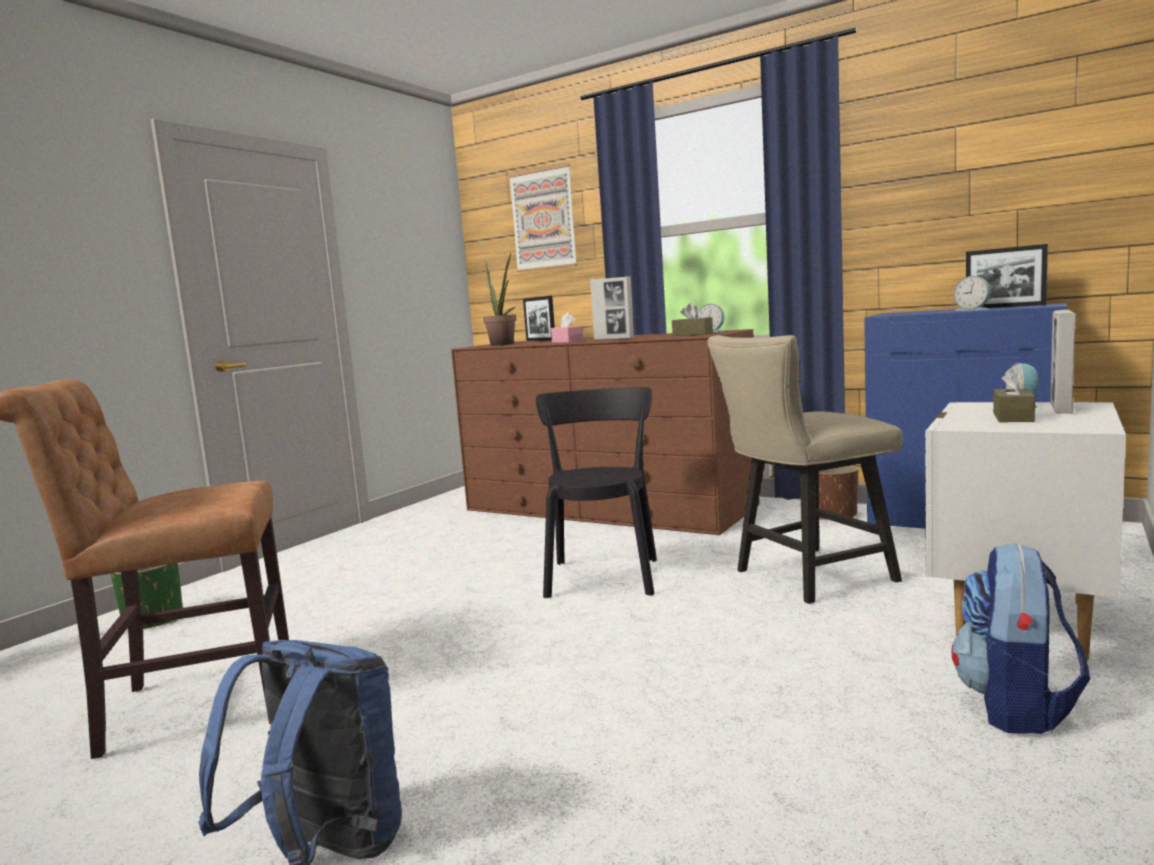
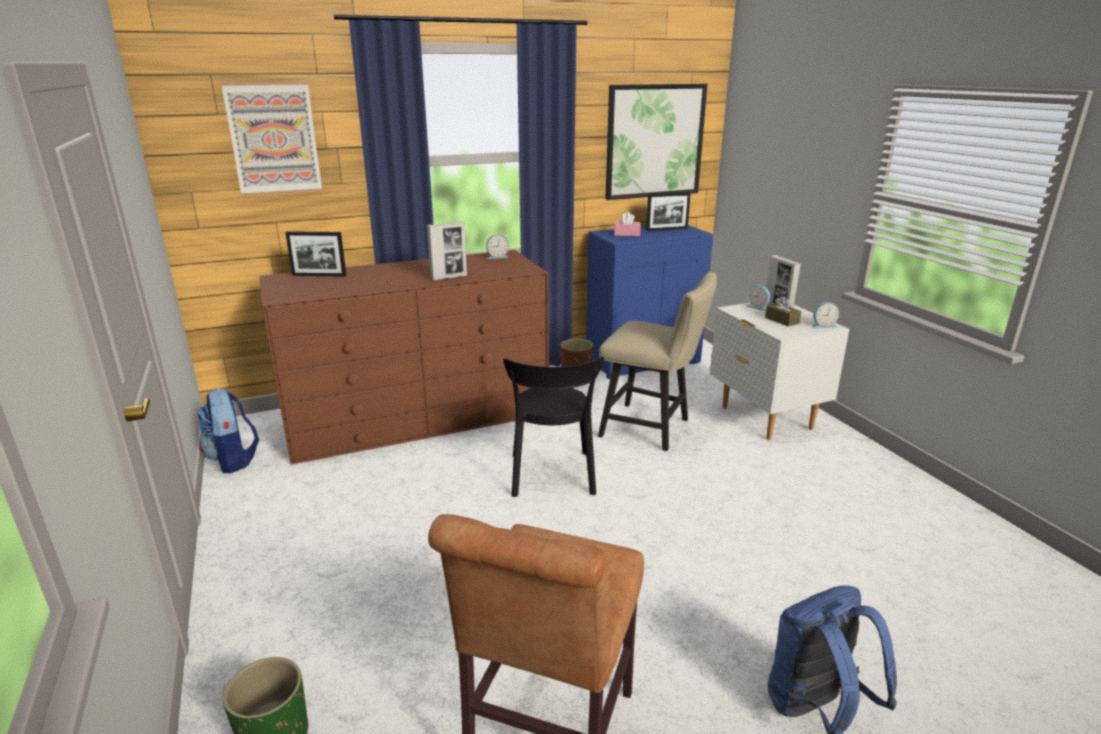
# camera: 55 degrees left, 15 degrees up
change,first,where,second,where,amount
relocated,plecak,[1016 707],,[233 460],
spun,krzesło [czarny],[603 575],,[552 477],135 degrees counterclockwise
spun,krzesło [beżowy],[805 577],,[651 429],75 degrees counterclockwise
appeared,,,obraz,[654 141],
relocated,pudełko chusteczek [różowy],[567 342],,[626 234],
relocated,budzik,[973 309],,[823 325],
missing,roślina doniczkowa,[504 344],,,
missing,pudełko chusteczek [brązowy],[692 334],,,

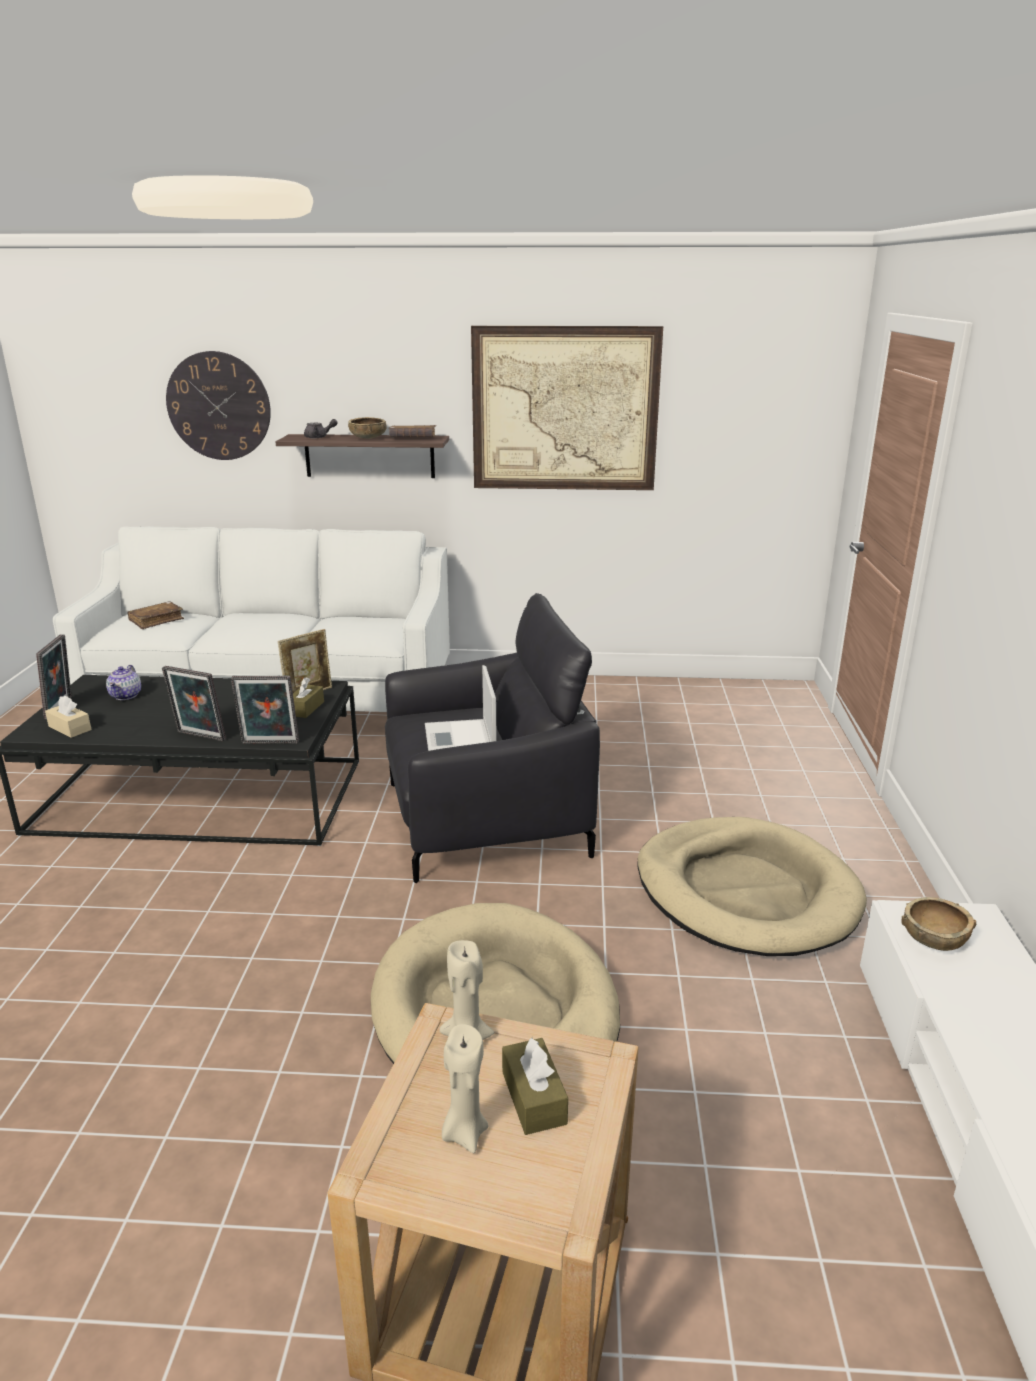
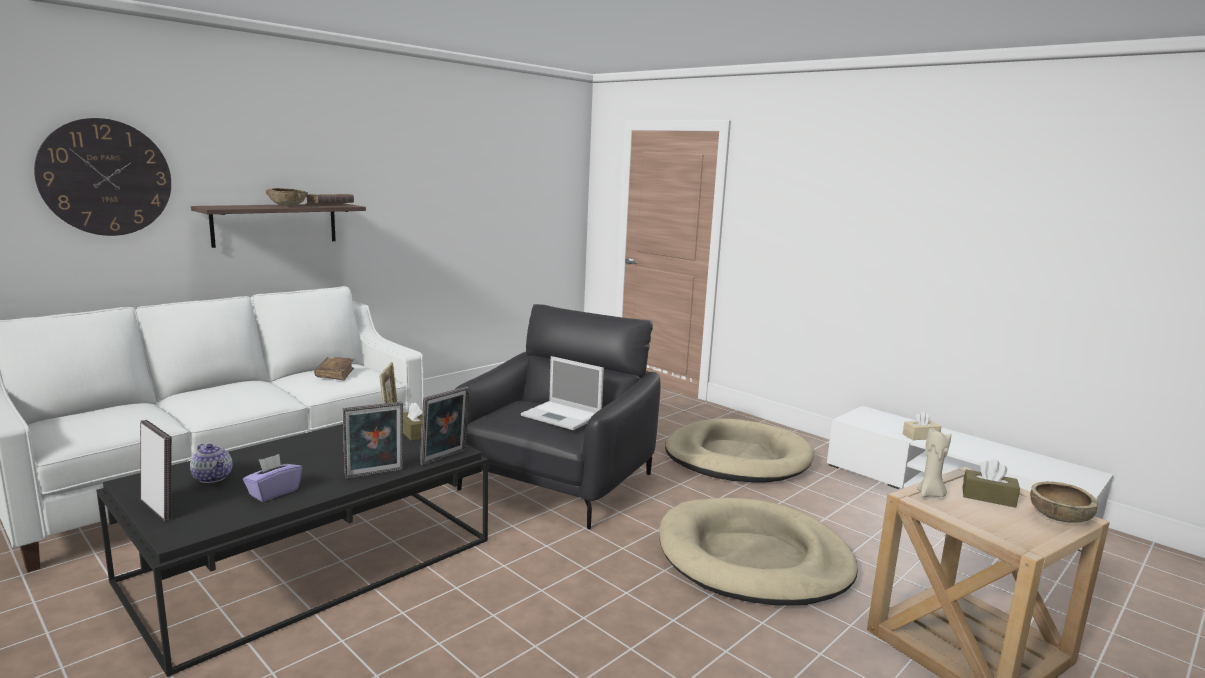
# camera: 50 degrees left, 10 degrees down
change,first,where,second,where,amount
appeared,,,pudełko chusteczek [fioletowy],[273 492],
relocated,książka [brązowy],[156 620],,[335 374],
relocated,pudełko chusteczek [beżowy],[70 728],,[920 436],
relocated,miska [brązowy],[934 939],,[1059 517],
missing,imbryk [szary],[319 437],,,
missing,świeca [beżowy],[464 1132],,,
missing,obraz,[565 409],,,

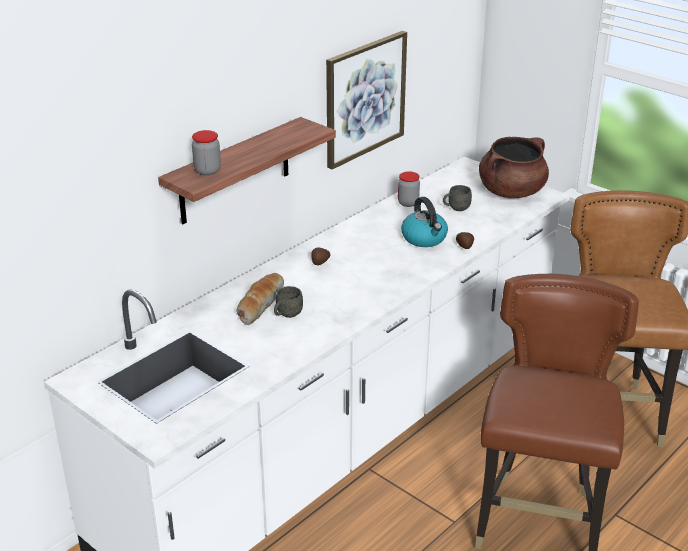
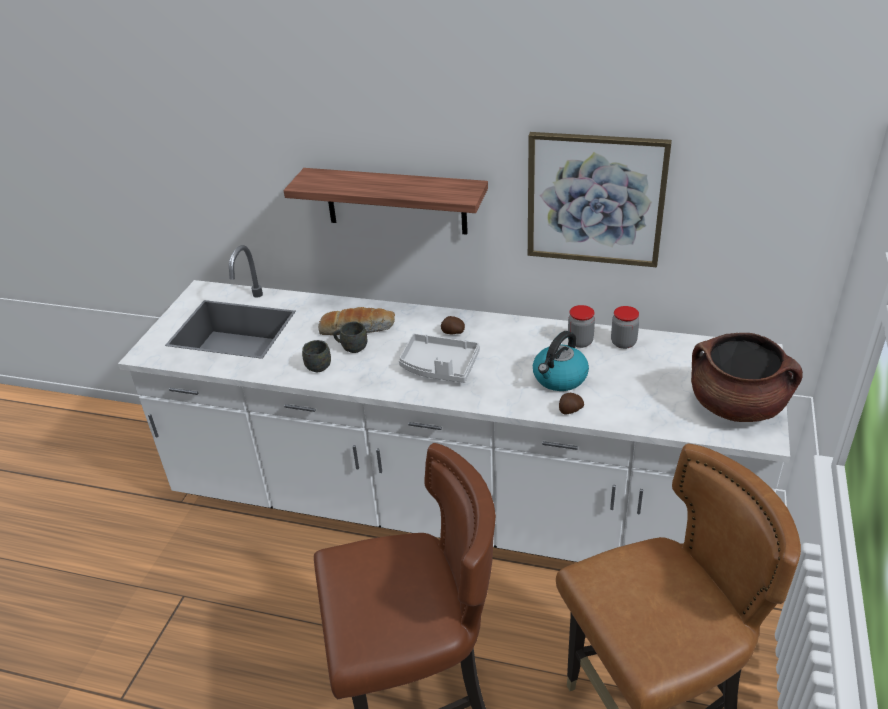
# camera: 65 degrees right, 5 degrees up
change,first,where,second,where,amount
relocated,kubek [szary],[456 208],,[316 365],
appeared,,,taca [szary],[439 367],
relocated,słoik,[207 170],,[580 342],

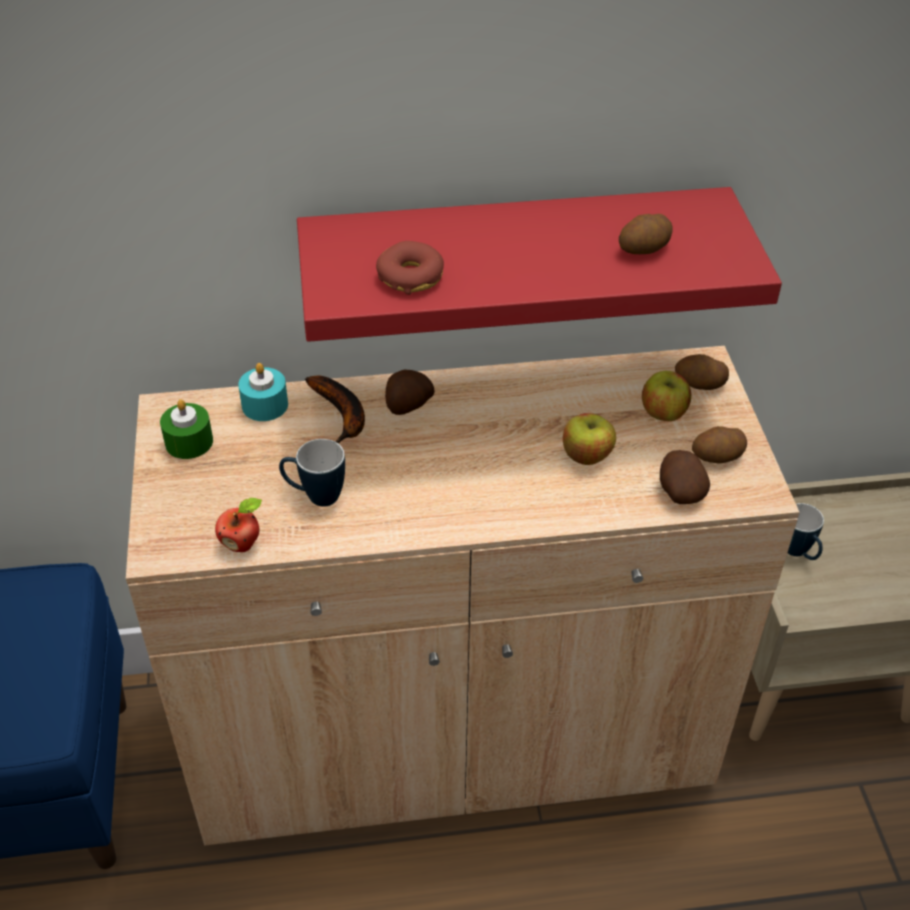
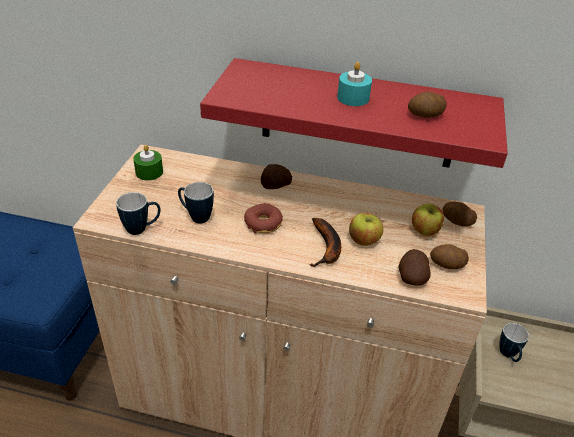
# camera: 20 degrees right, 5 degrees down
change,first,where,second,where,amount
exchanged,jabłko,[242 544],kubek,[142 229],
relocated,donut,[410 276],,[263 223],
relocated,banan,[341 416],,[327 248],
relocated,świeca [turkusowy],[265 405],,[353 98],

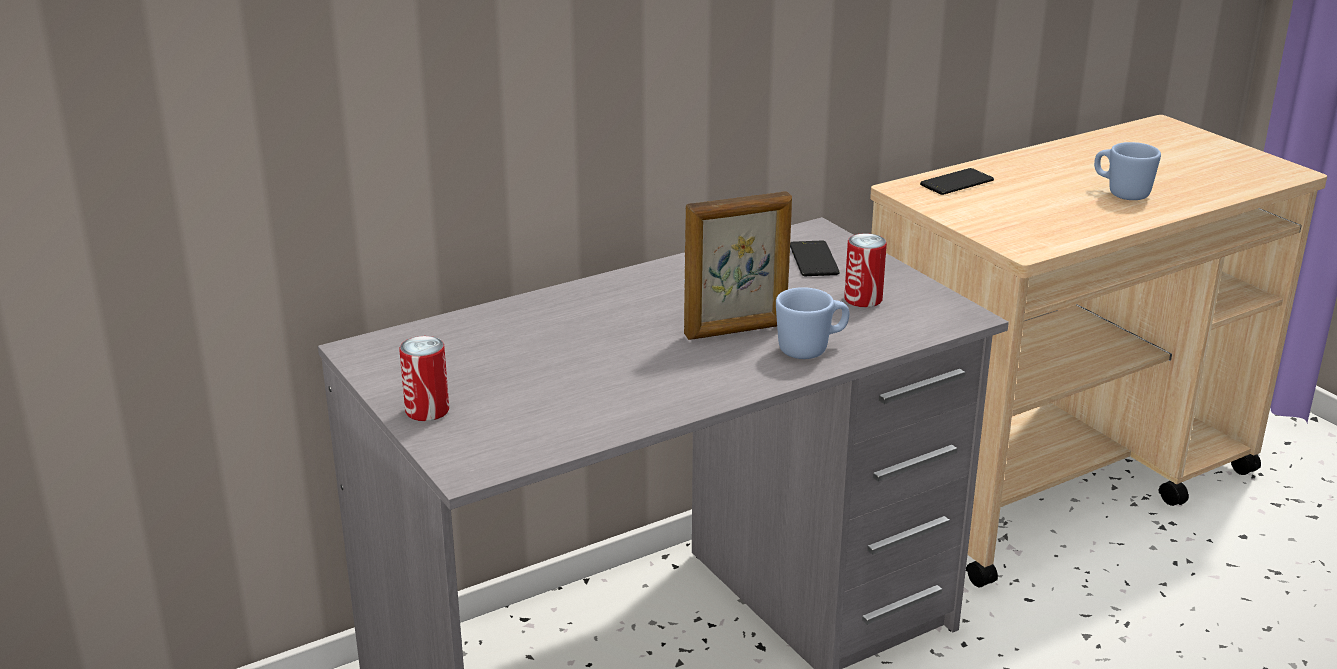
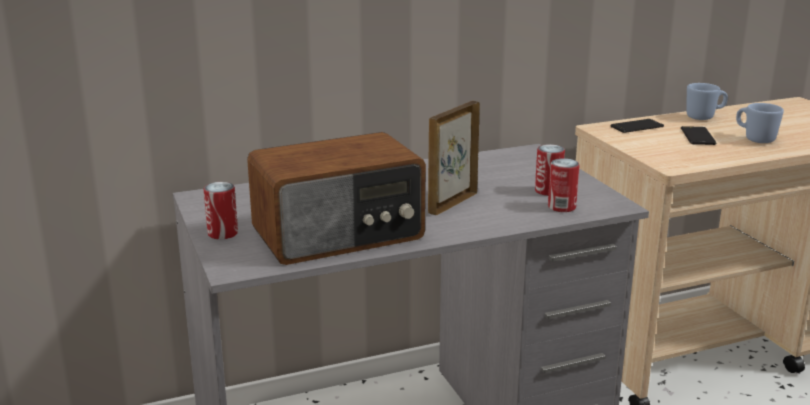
# camera: 10 degrees right, 5 degrees down
change,first,where,second,where,amount
appeared,,,radio,[339 235],
spun,ramka na zdjęcie,[736 330],,[452 203],135 degrees clockwise
appeared,,,puszka,[561 207],
relocated,telefon,[813 259],,[698 136],
relocated,kubek [niebieski],[811 349],,[704 117],

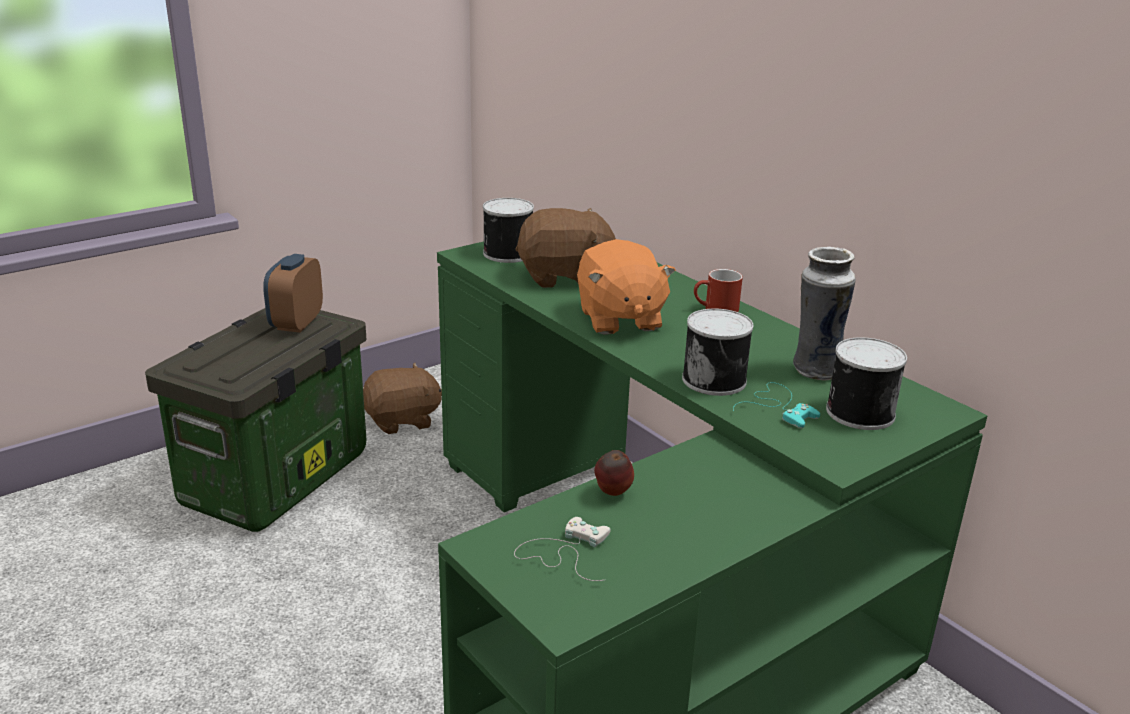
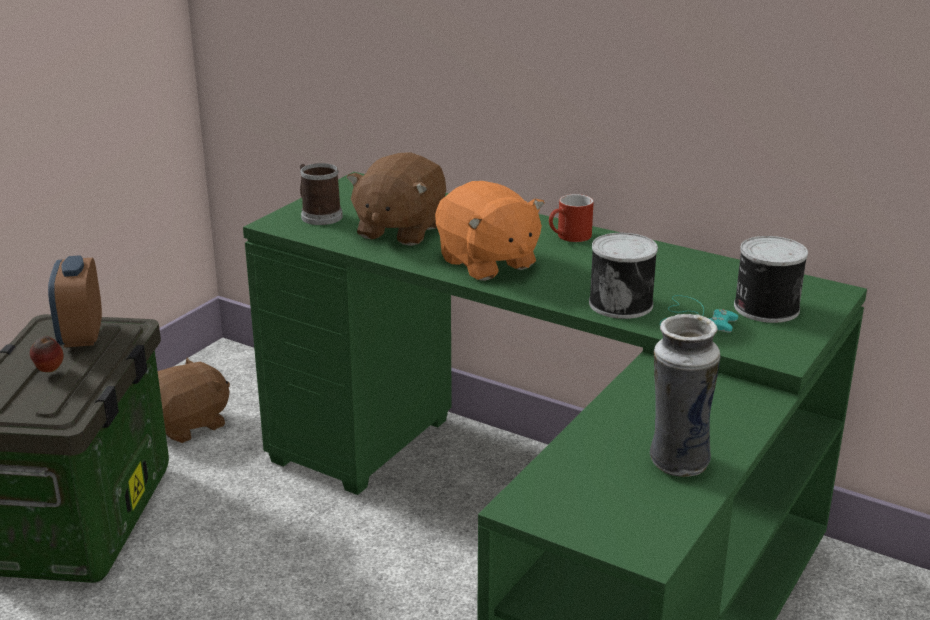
# camera: 20 degrees left, 0 degrees up
change,first,where,second,where,amount
relocated,jabłko,[612 494],,[49 371],
exchanged,puszka,[506 253],kubek,[318 215],
spun,pluszak [brązowy],[565 277],,[399 230],135 degrees clockwise
relocated,wazon,[814 371],,[677 463],
missing,pad do gier [biały],[564 552],,,

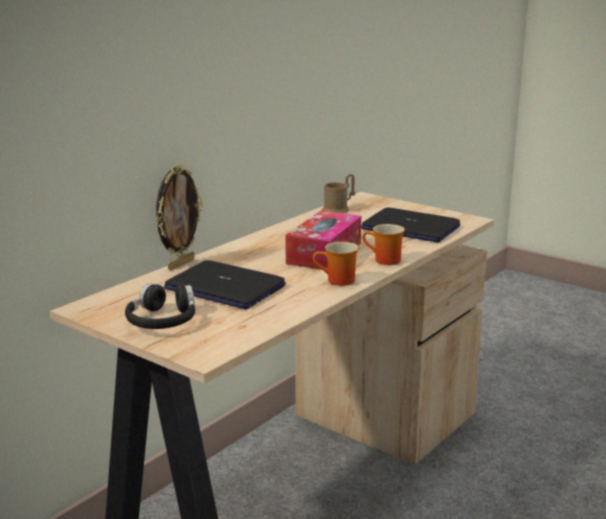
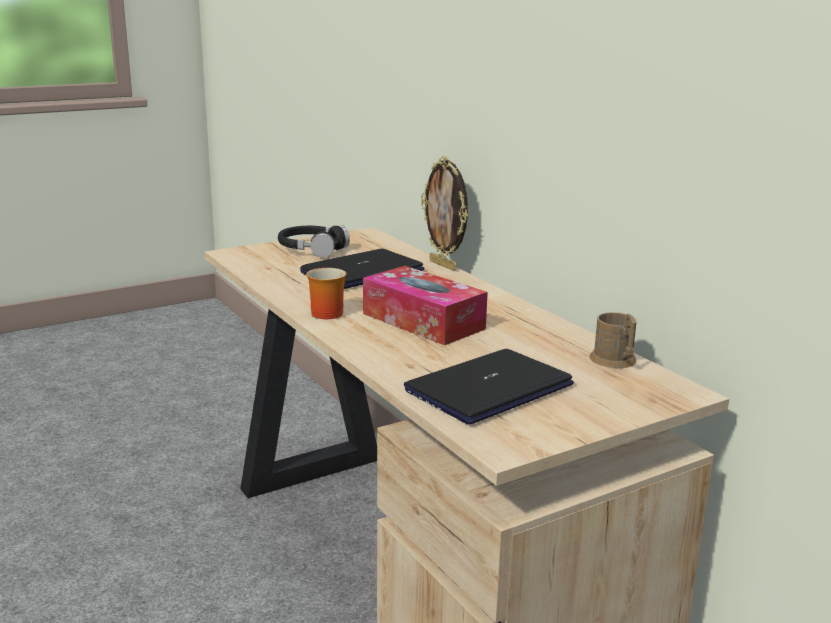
# camera: 110 degrees right, 0 degrees up
change,first,where,second,where,amount
missing,kubek,[384 261],,,

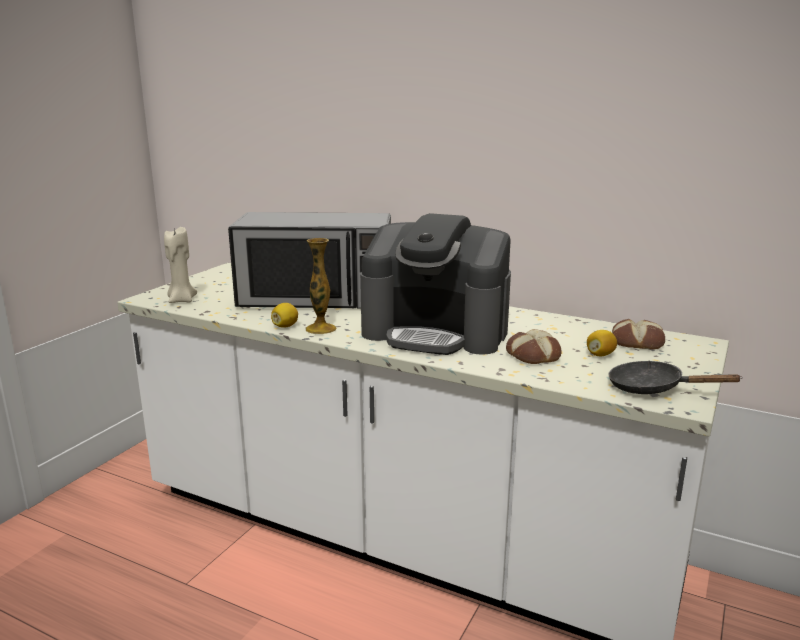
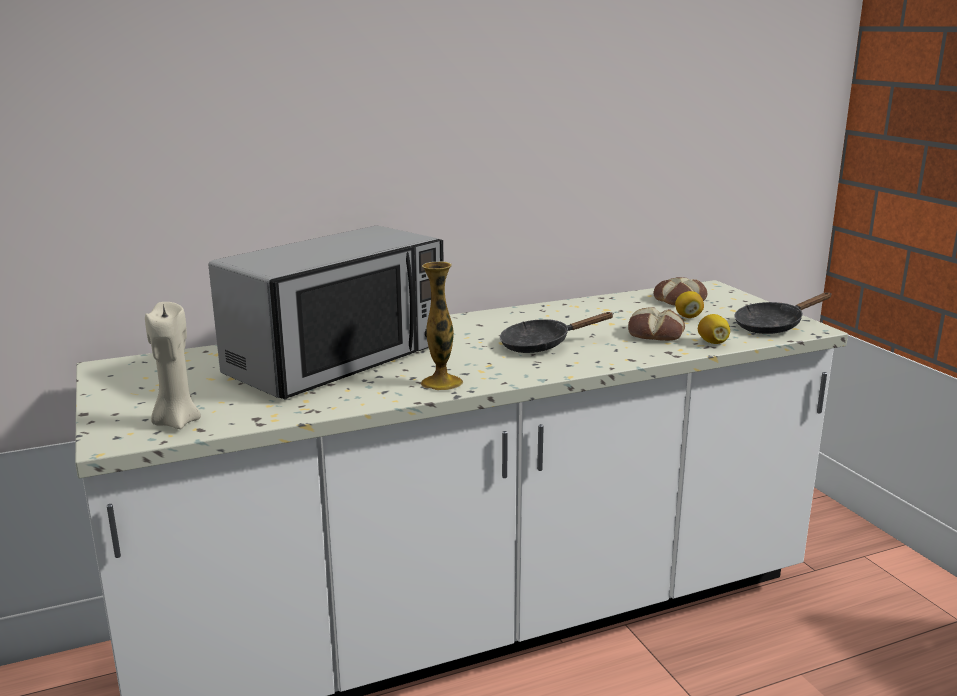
# camera: 50 degrees left, 0 degrees up
change,first,where,second,where,amount
exchanged,ekspres do kawy,[436 332],patelnia [czarny],[542 345],
relocated,cytryna,[285 326],,[713 342],

